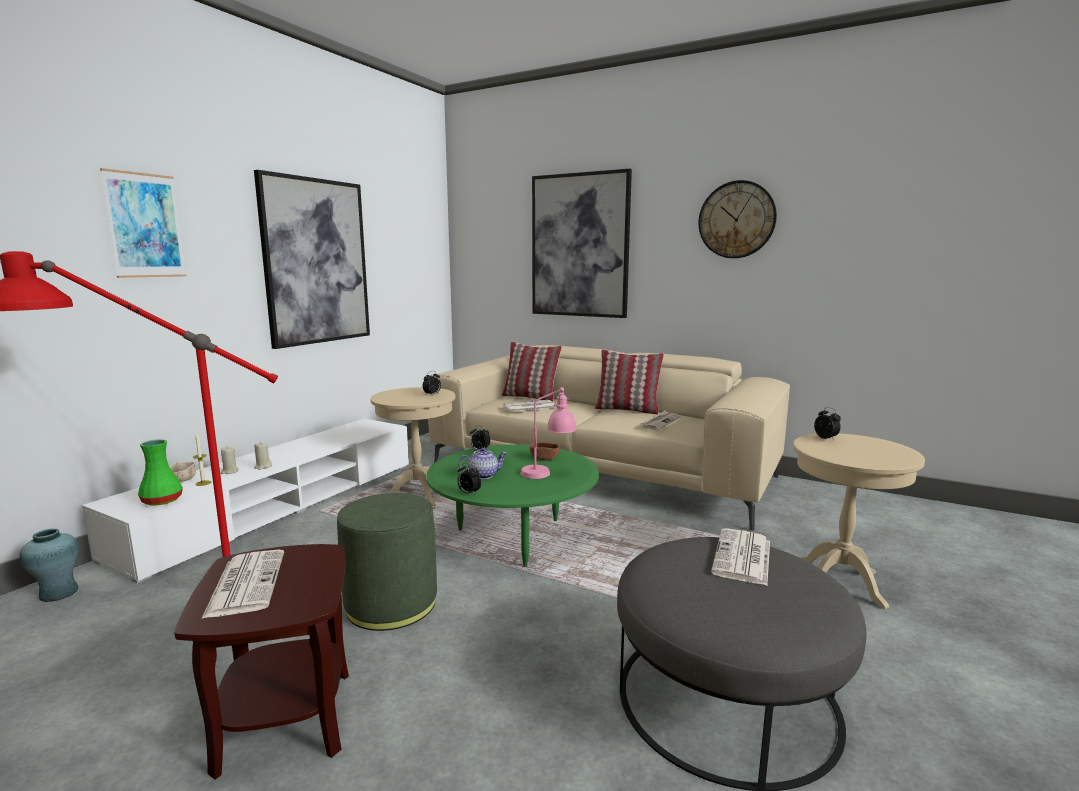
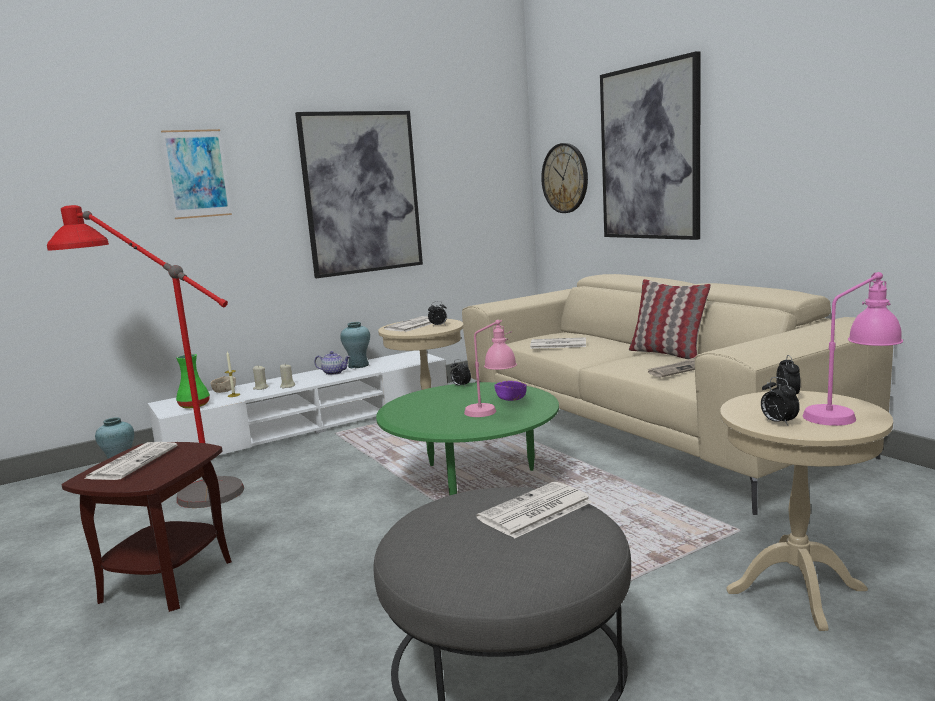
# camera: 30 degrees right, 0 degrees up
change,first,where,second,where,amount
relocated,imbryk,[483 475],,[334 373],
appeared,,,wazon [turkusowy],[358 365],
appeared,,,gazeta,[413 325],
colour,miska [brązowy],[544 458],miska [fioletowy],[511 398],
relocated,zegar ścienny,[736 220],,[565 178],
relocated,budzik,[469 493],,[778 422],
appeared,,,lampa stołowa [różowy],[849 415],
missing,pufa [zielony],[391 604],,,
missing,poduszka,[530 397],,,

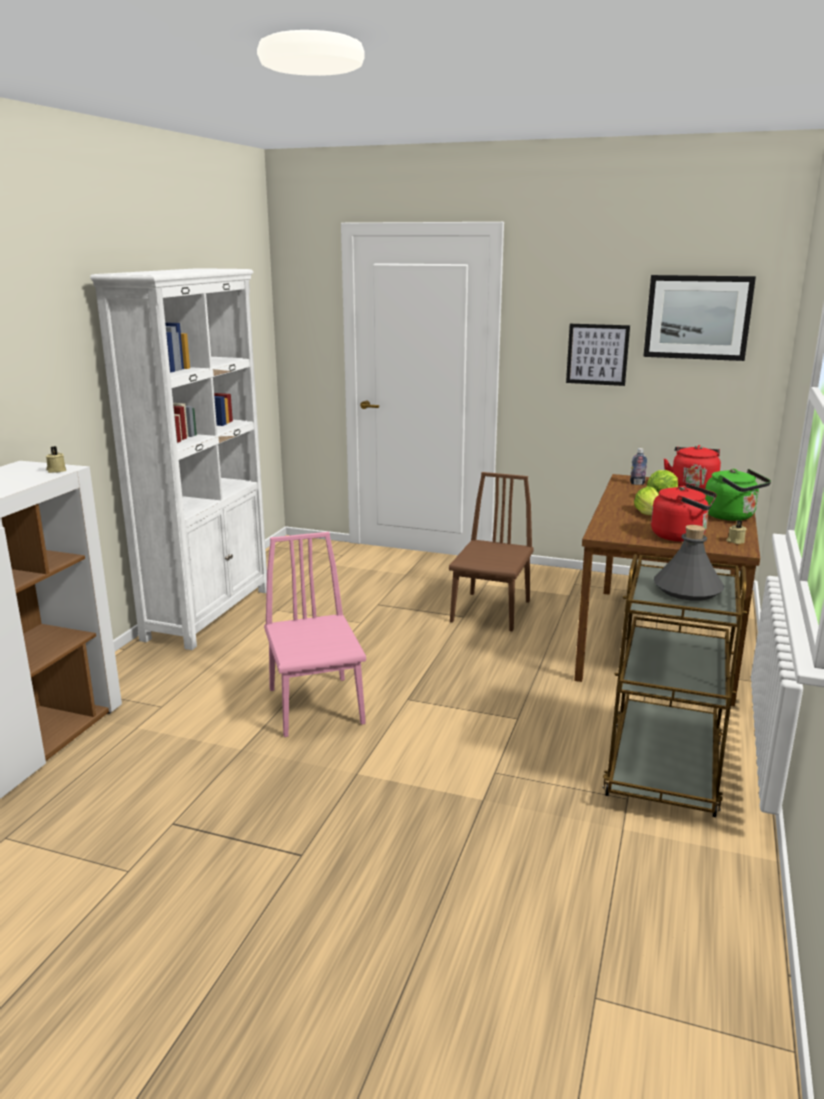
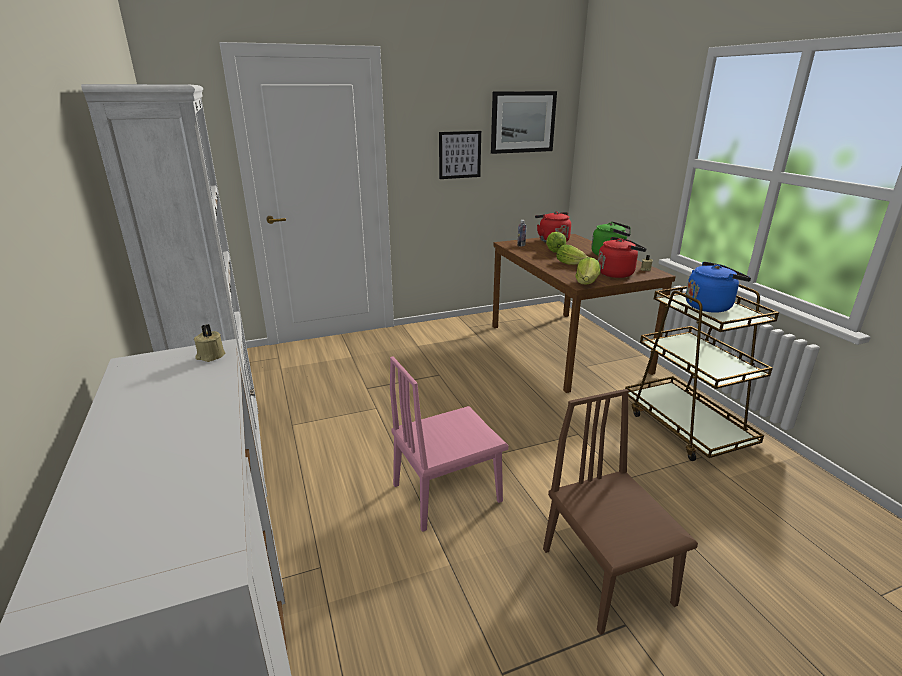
# camera: 40 degrees left, 5 degrees up
change,first,where,second,where,amount
spun,krzesło [różowy],[316 706],,[447 493],60 degrees counterclockwise
relocated,krzesło [brązowy],[490 611],,[606 576],
appeared,,,sałata,[586 283],
exchanged,butelka [szary],[688 590],czajnik [niebieski],[710 306],

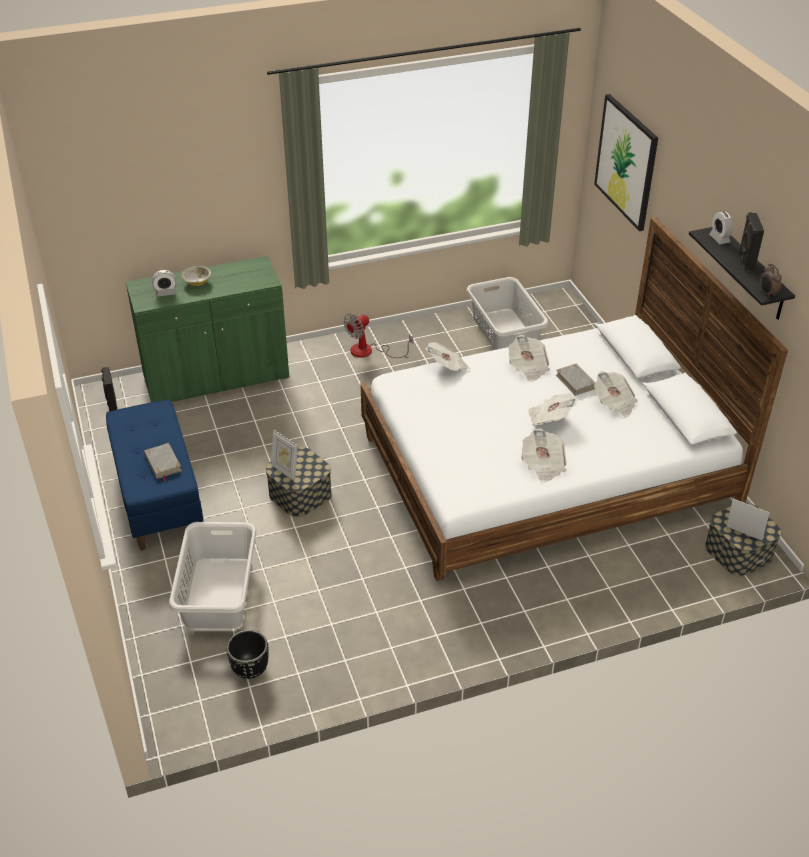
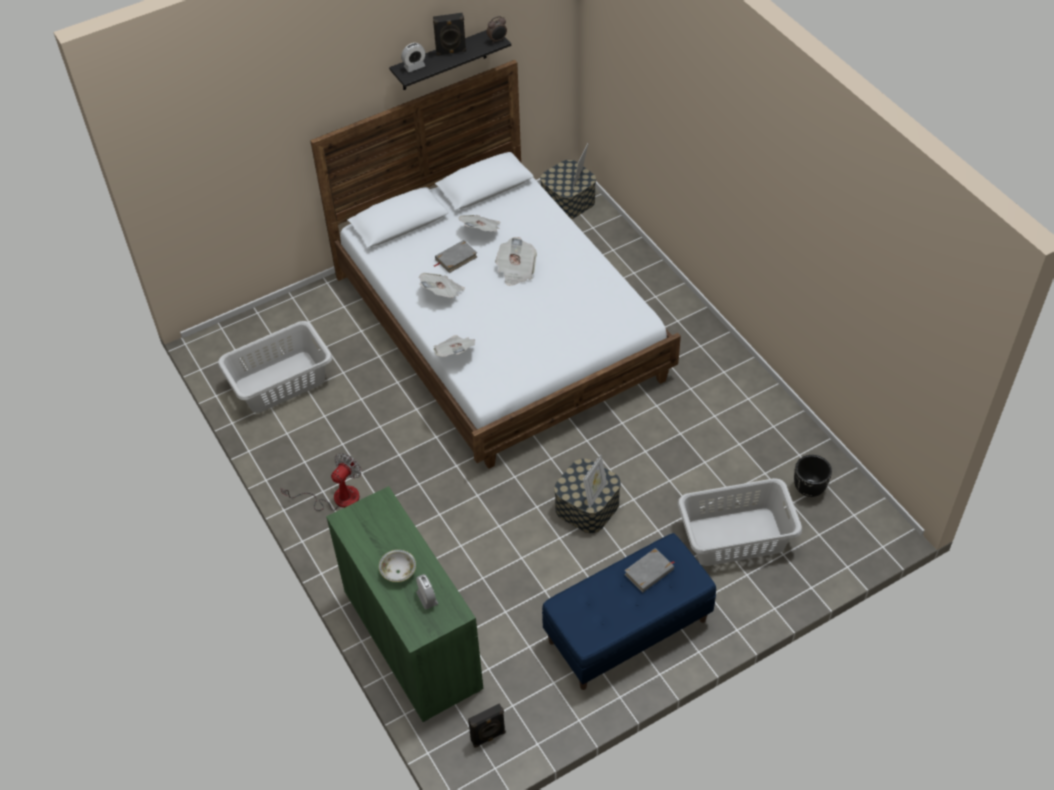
# camera: 100 degrees left, 10 degrees up
change,first,where,second,where,amount
spun,wentylator,[369 351],,[336 498],90 degrees counterclockwise
missing,gazeta,[543 465],,,
missing,obraz,[626 162],,,

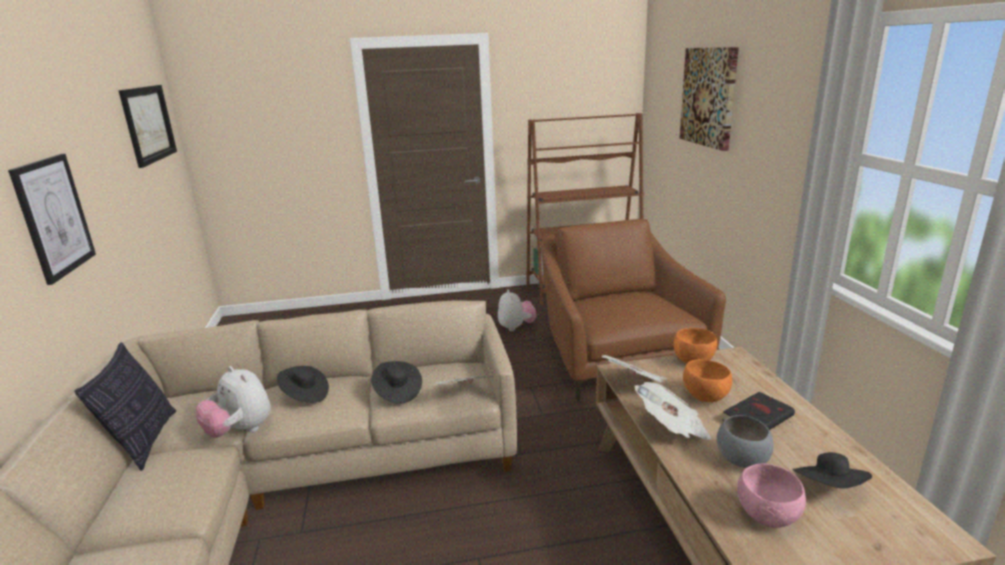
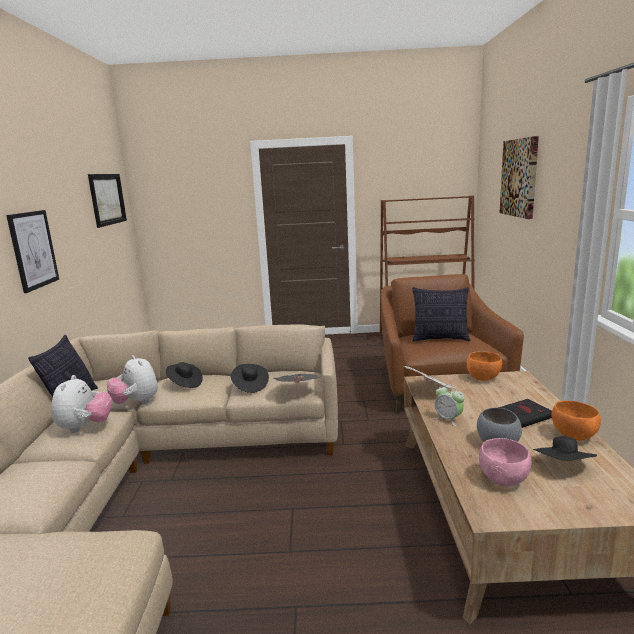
# camera: 10 degrees right, 5 degrees down
change,first,where,second,where,amount
relocated,pluszak,[516 327],,[85 427],
appeared,,,poduszka,[440 339],
exchanged,gazeta,[672 428],budzik,[448 419],
relocated,miska [pomarańczowy],[705 397],,[573 436],

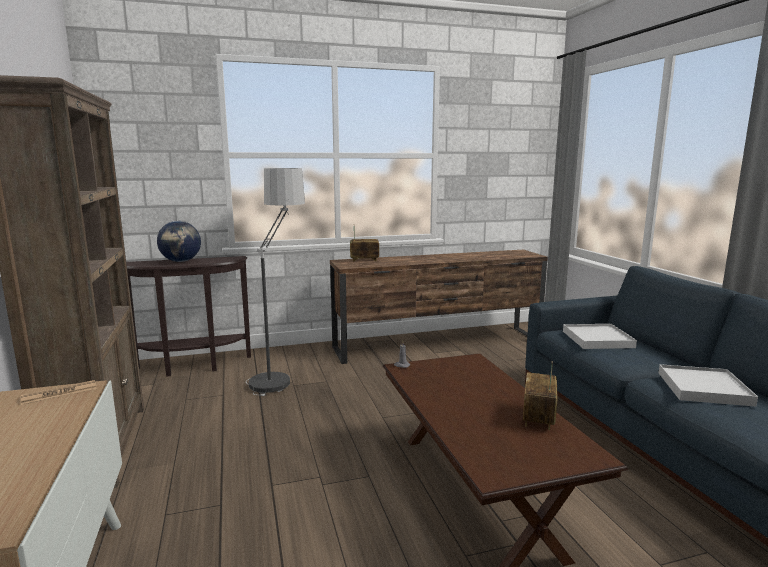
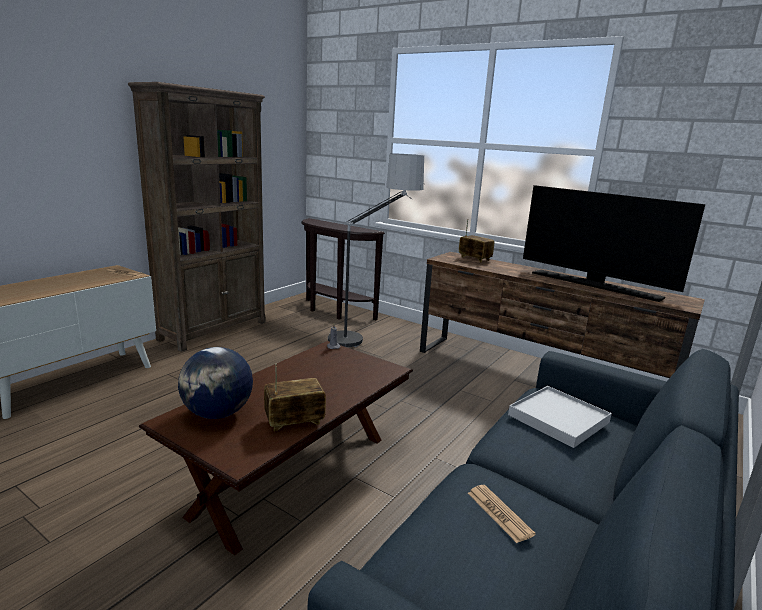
# camera: 50 degrees right, 5 degrees up
change,first,where,second,where,amount
relocated,globus,[181 261],,[217 414],
exchanged,taca [biały],[703 388],gazeta,[499 513],
appeared,,,telewizor,[595 285],

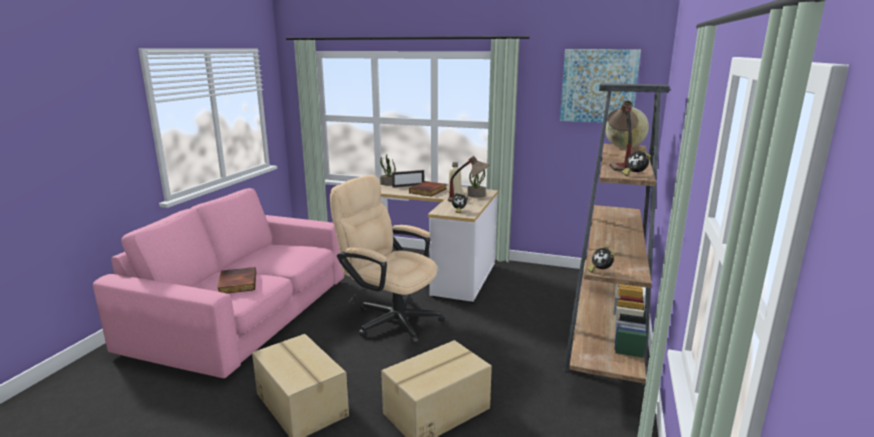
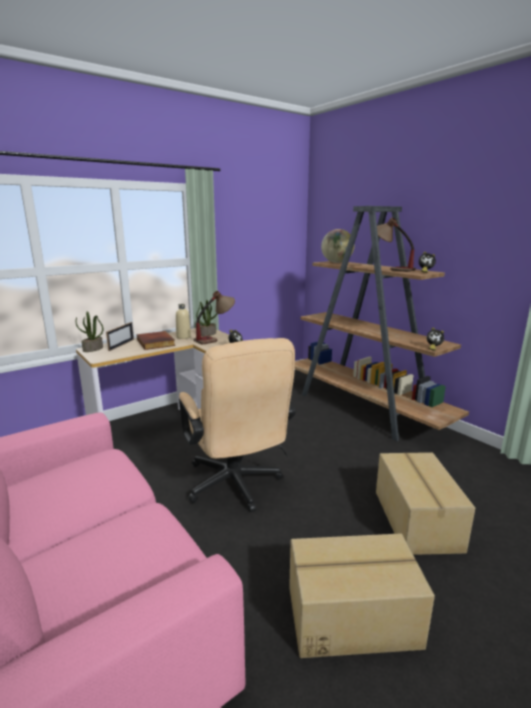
# camera: 55 degrees left, 0 degrees up
change,first,where,second,where,amount
spun,krzesło biurowe [beżowy],[390 319],,[236 487],90 degrees counterclockwise
missing,książka,[236 283],,,
missing,obraz,[598 86],,,

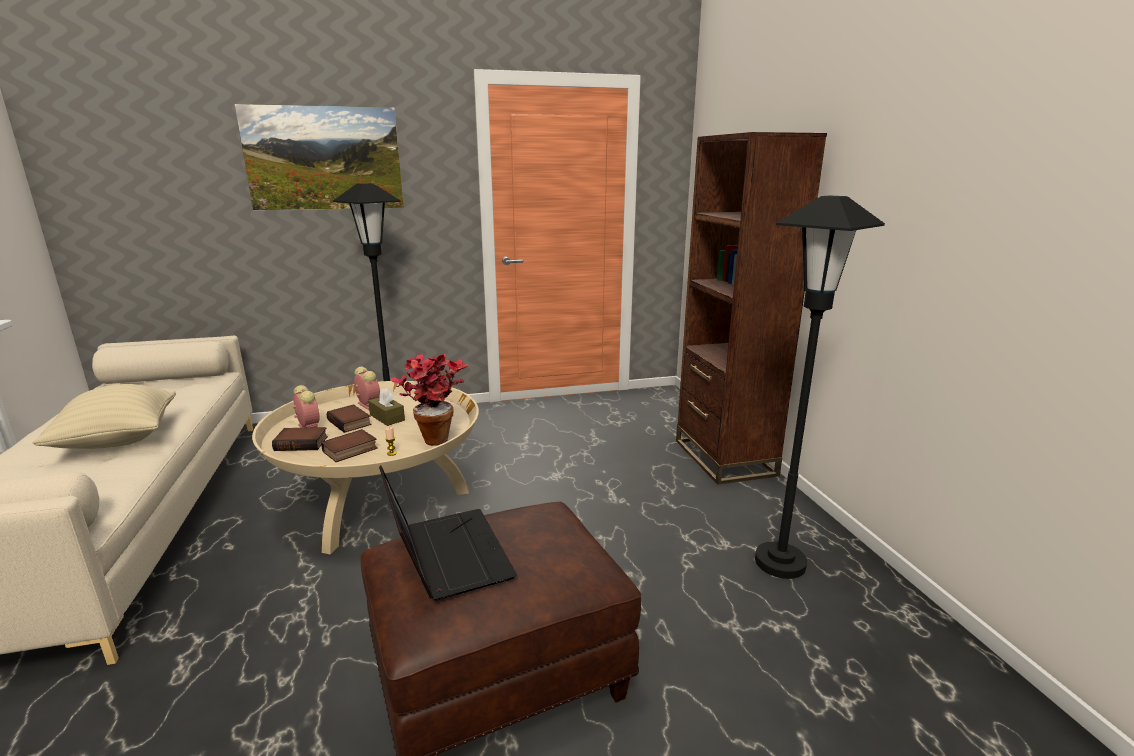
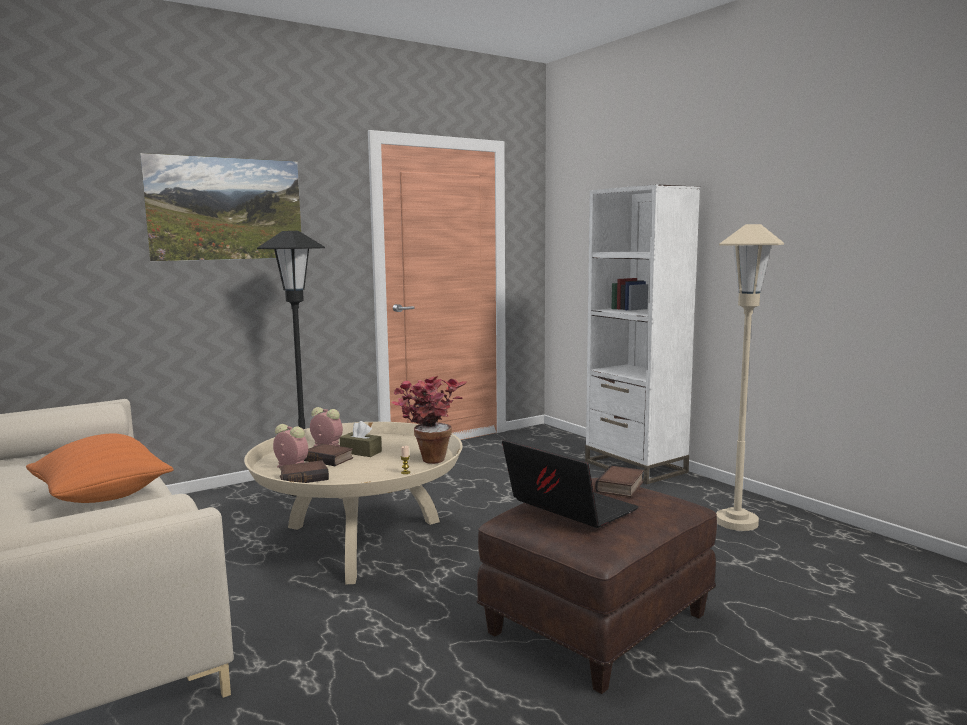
# camera: 20 degrees left, 10 degrees down
change,first,where,second,where,amount
colour,poduszka [beżowy],[118 441],poduszka [pomarańczowy],[102 497],
colour,regał [brązowy],[724 457],regał [biały],[635 467],
relocated,książka,[350 451],,[621 487],
colour,lampa stojąca [czarny],[780 563],lampa stojąca [beżowy],[737 522],

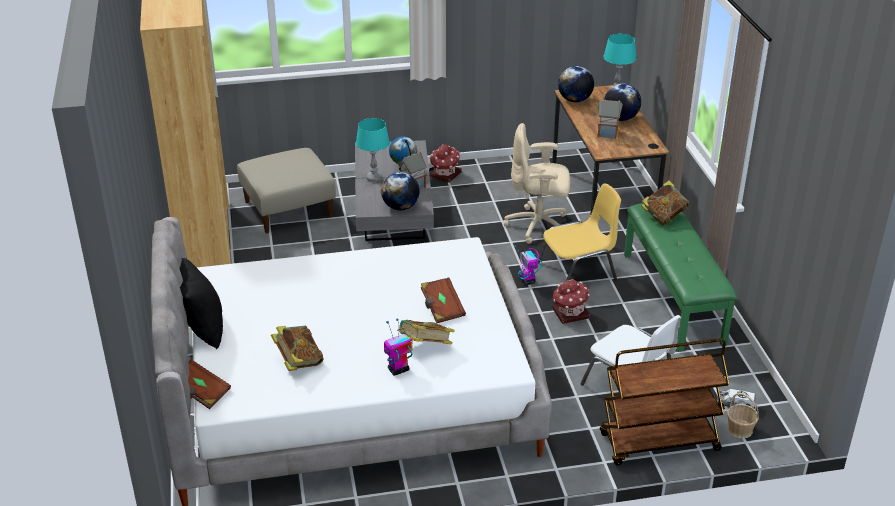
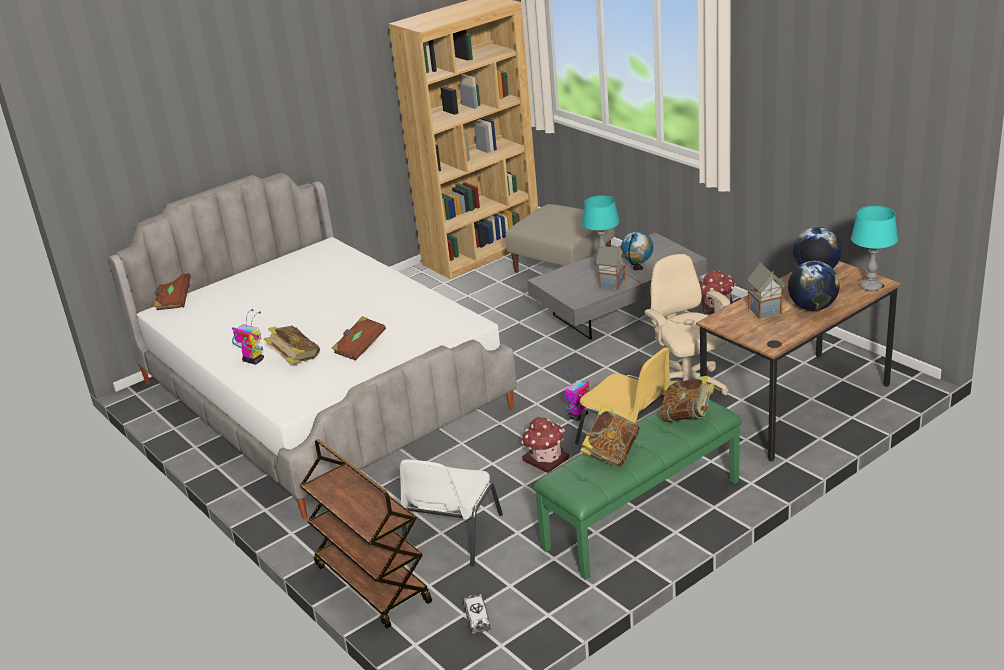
# camera: 65 degrees right, 5 degrees down
change,first,where,second,where,amount
relocated,książka,[298 361],,[611 454],
missing,poduszka [czarny],[202 329],,,
missing,globus,[400 207],,,
missing,koszyk,[740 429],,,

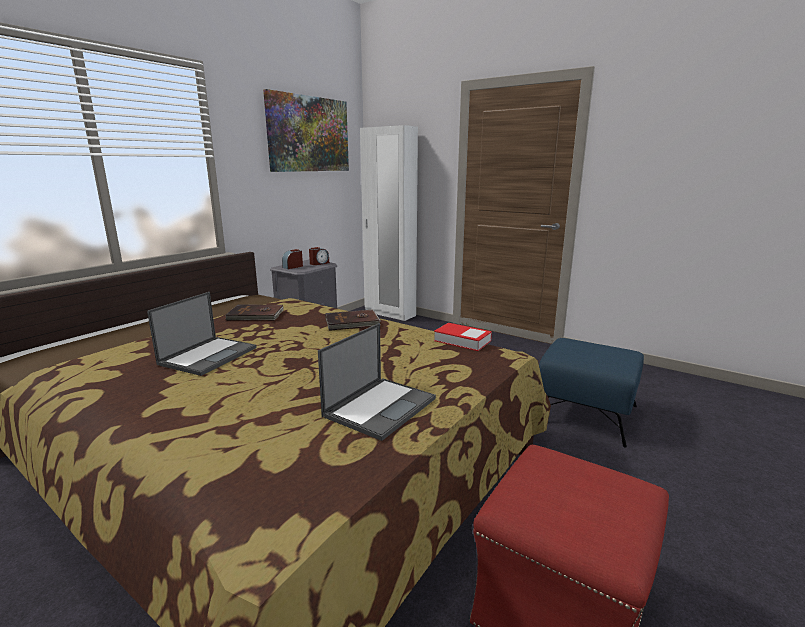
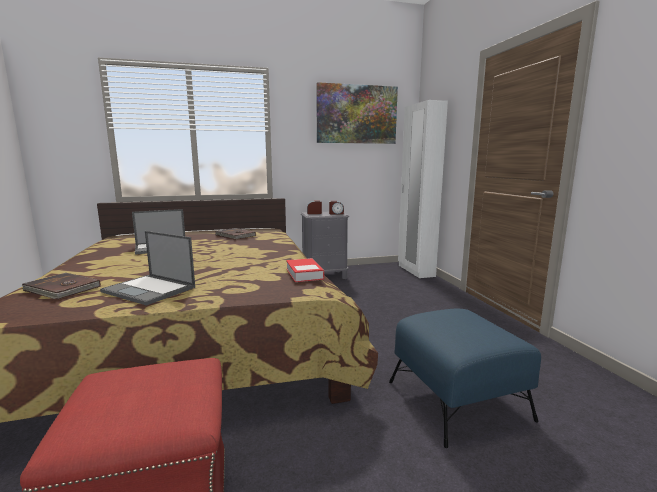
# camera: 40 degrees right, 5 degrees down
change,first,where,second,where,amount
relocated,książka [brązowy],[352 323],,[61 289],
spun,laptop,[380 406],,[150 290],45 degrees clockwise

